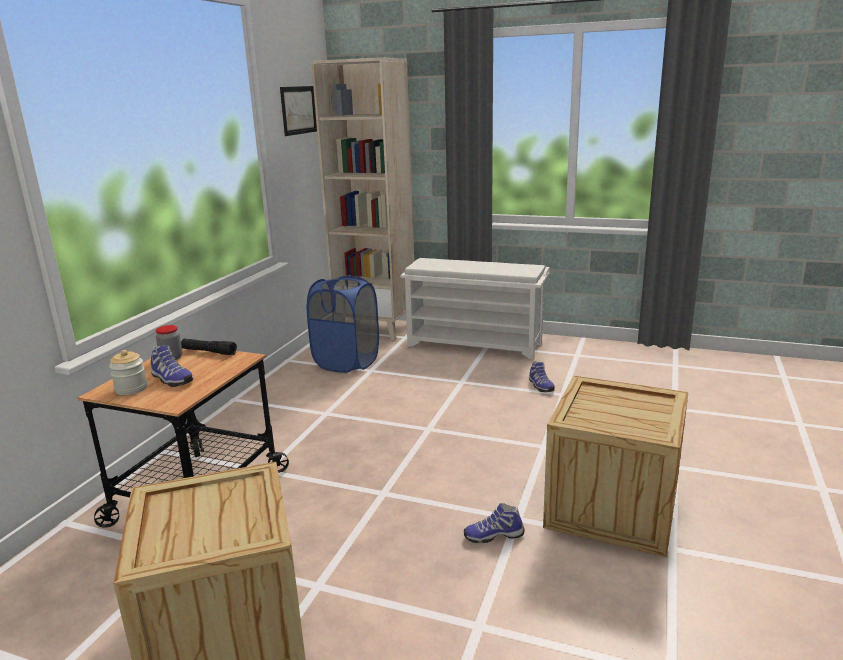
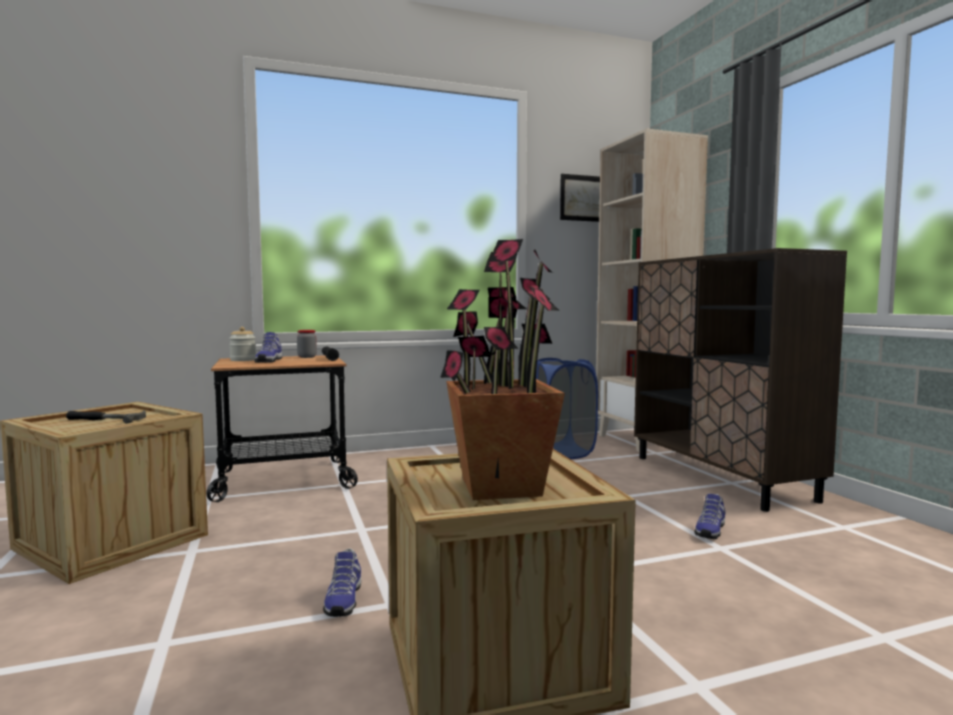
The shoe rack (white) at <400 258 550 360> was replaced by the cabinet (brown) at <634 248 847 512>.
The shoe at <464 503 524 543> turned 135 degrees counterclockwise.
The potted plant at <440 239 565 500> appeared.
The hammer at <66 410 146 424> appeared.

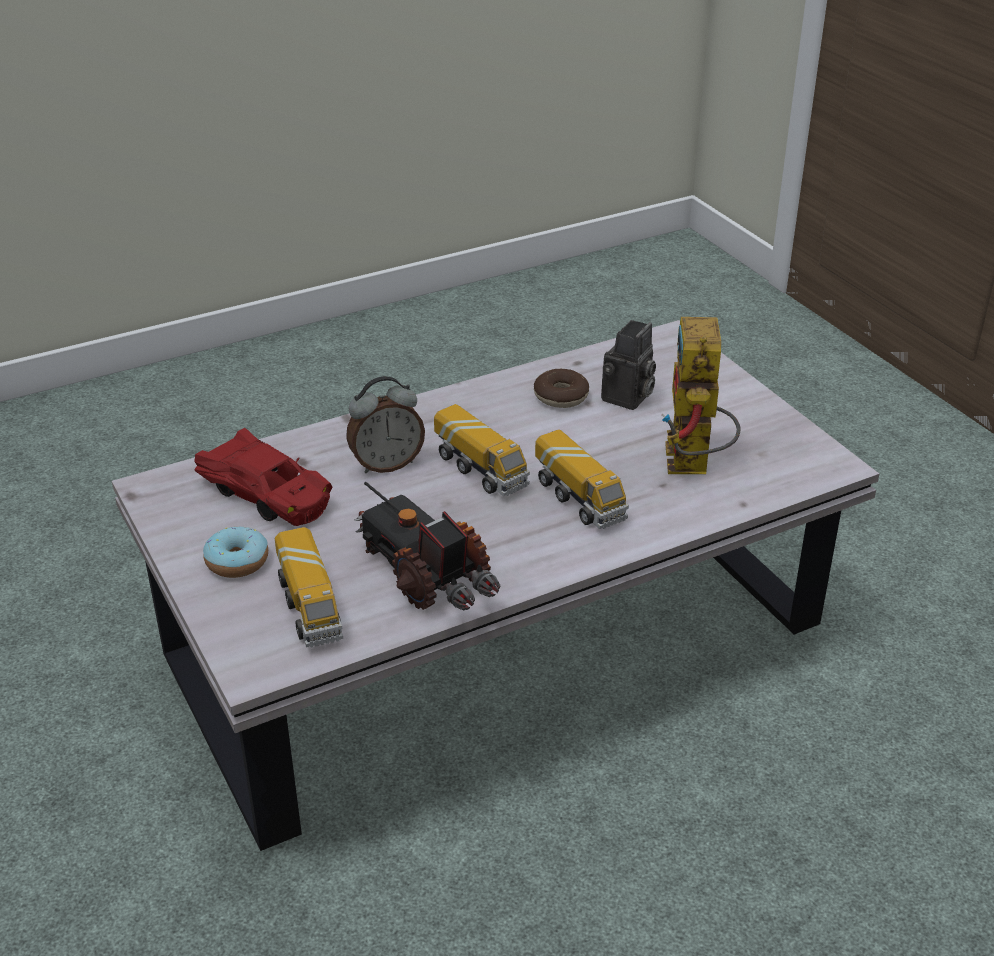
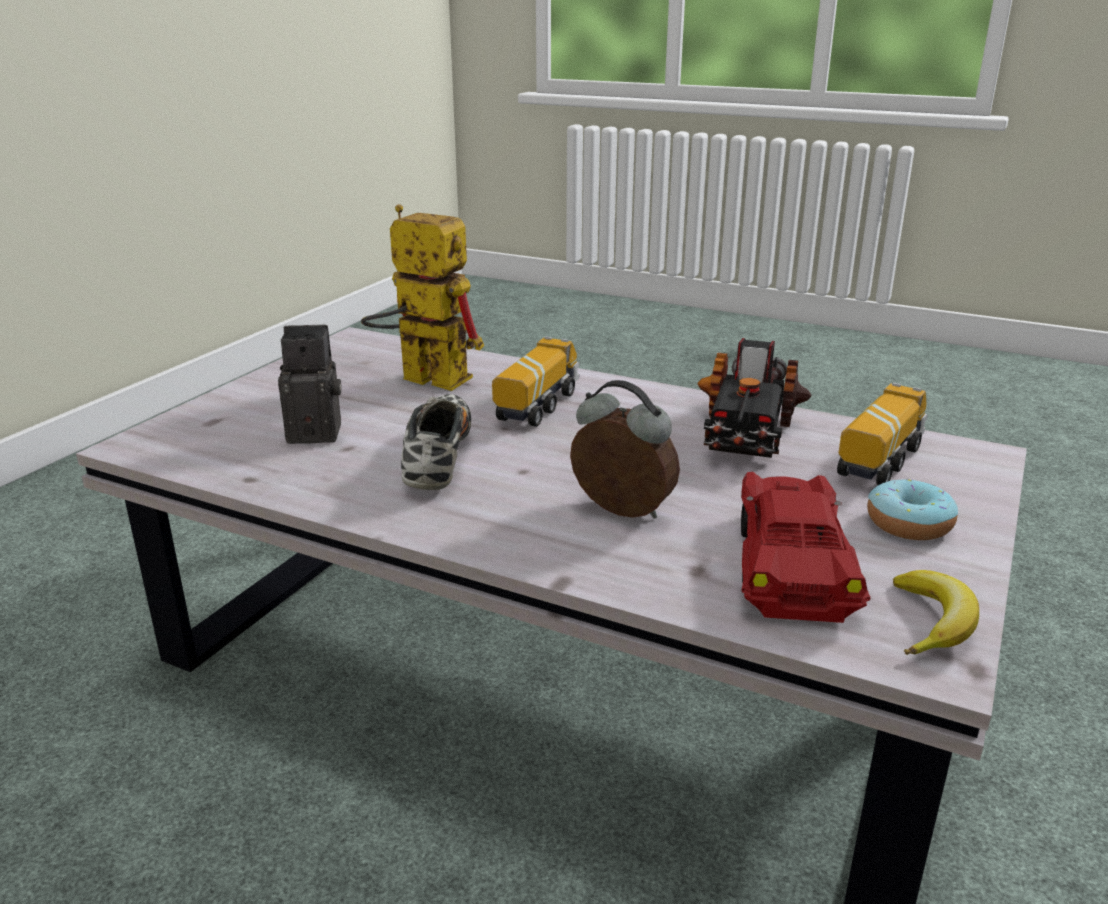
The toy robot at <662 317 741 474> turned 120 degrees counterclockwise.
The donut at <534 369 589 408> disappeared.
The toy truck at <434 404 530 496> disappeared.
The shoe at <401 394 471 490> appeared.
The banana at <893 570 979 655> appeared.

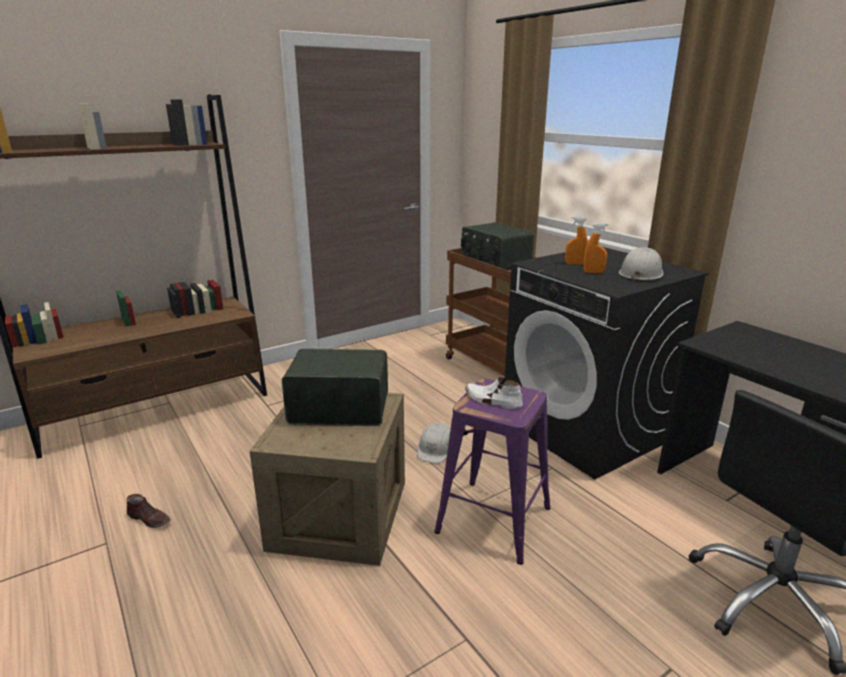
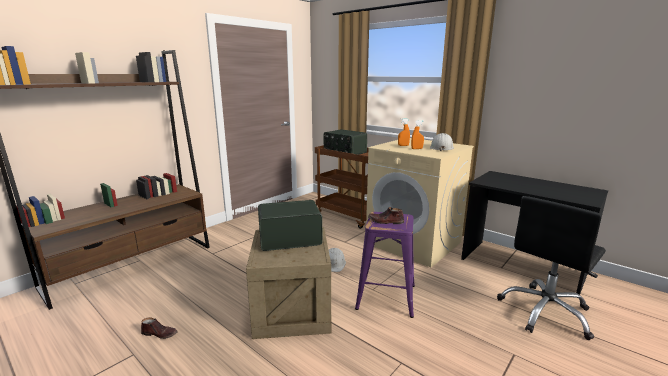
The washing machine (black) at <505 247 708 480> became the washing machine (beige) at <366 138 474 267>.
The shoe (white) at <465 377 523 409> became the shoe (brown) at <368 207 404 224>.

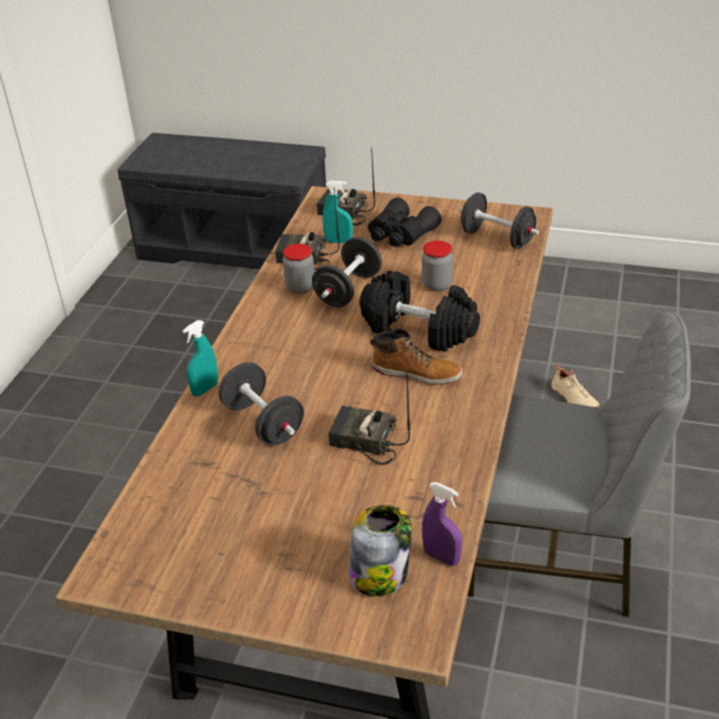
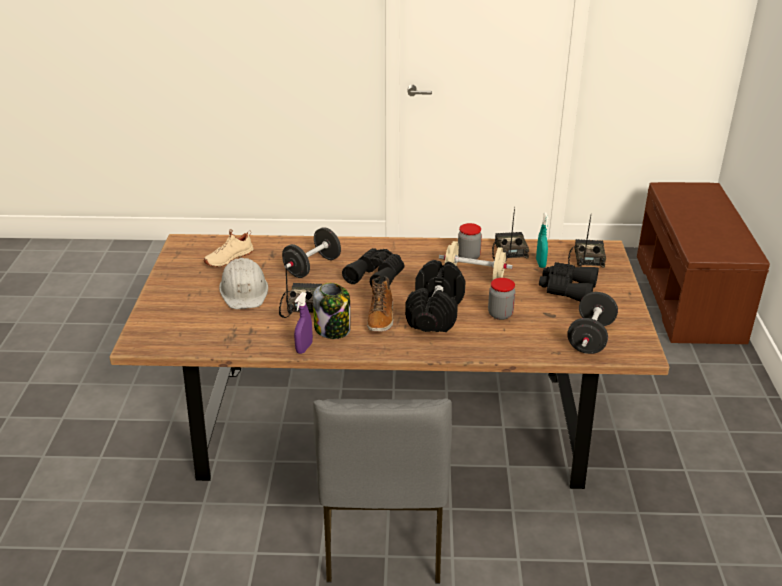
The bench (grey) at <118 133 326 270> became the bench (brown) at <637 182 770 344>.
The dumbbell (black) at <312 237 382 307> became the dumbbell (beige) at <439 241 513 280>.
The spray bottle (turquoise) at <182 320 218 397> disappeared.
The shoe (beige) moved from <551 364 599 407> to <204 229 253 267>.
The spray bottle (purple) moved from <422 482 462 566> to <294 292 313 354>.
The jar moved from <349 505 412 596> to <313 283 351 339>.
The binoculars (black) at <342 248 404 287> appeared.
The hard hat (white) at <219 258 268 309> appeared.

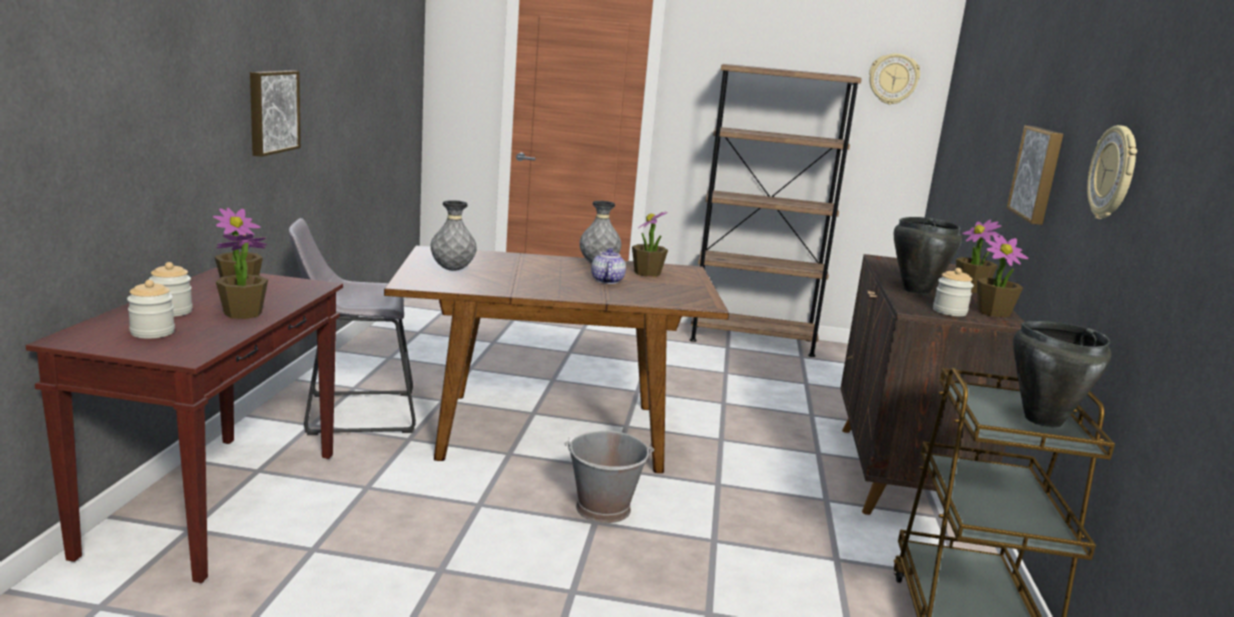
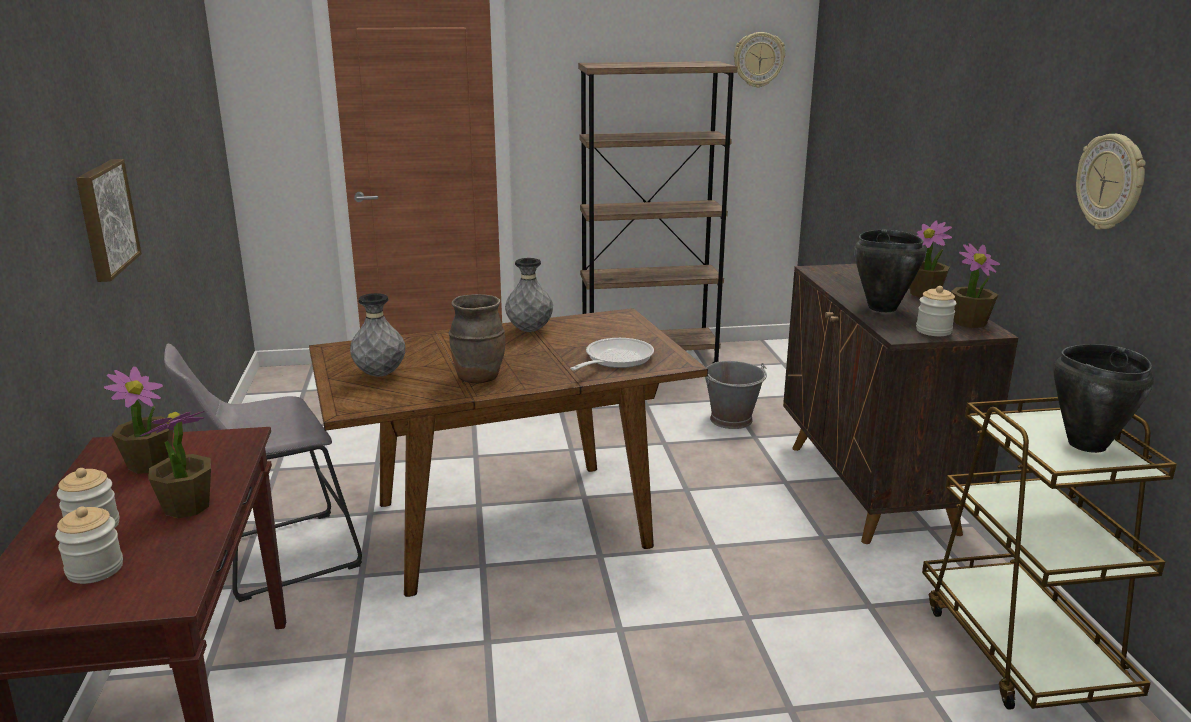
The picture at <1006 125 1064 225> disappeared.
The potted plant at <632 210 668 277> disappeared.
The teapot at <591 248 626 284> disappeared.
The bucket (grey) moved from <565 431 654 523> to <705 361 767 429>.
The vase (brown) at <448 294 505 383> appeared.
The frying pan at <570 338 654 370> appeared.

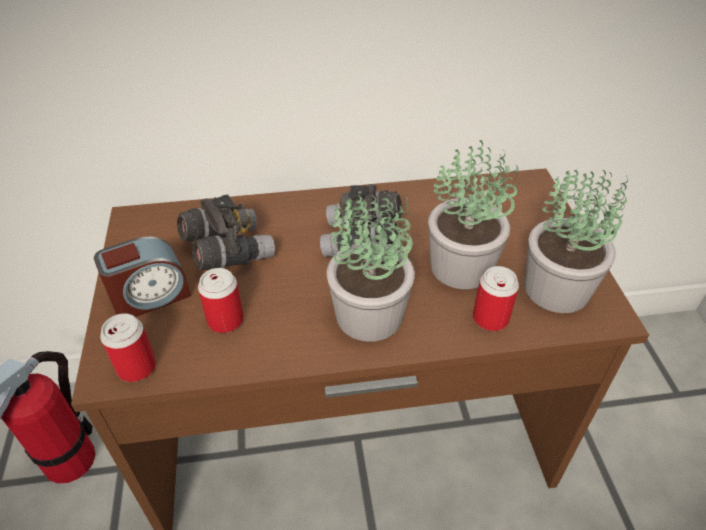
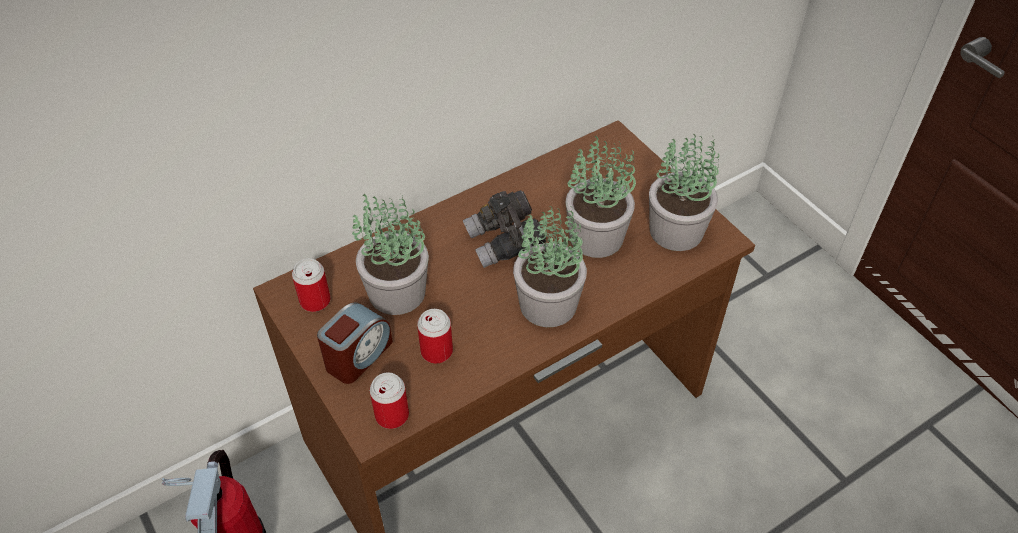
The binoculars (grey) at <177 194 275 270> was replaced by the potted plant at <352 194 429 315>.
The can moved from <473 266 519 331> to <292 258 331 312>.

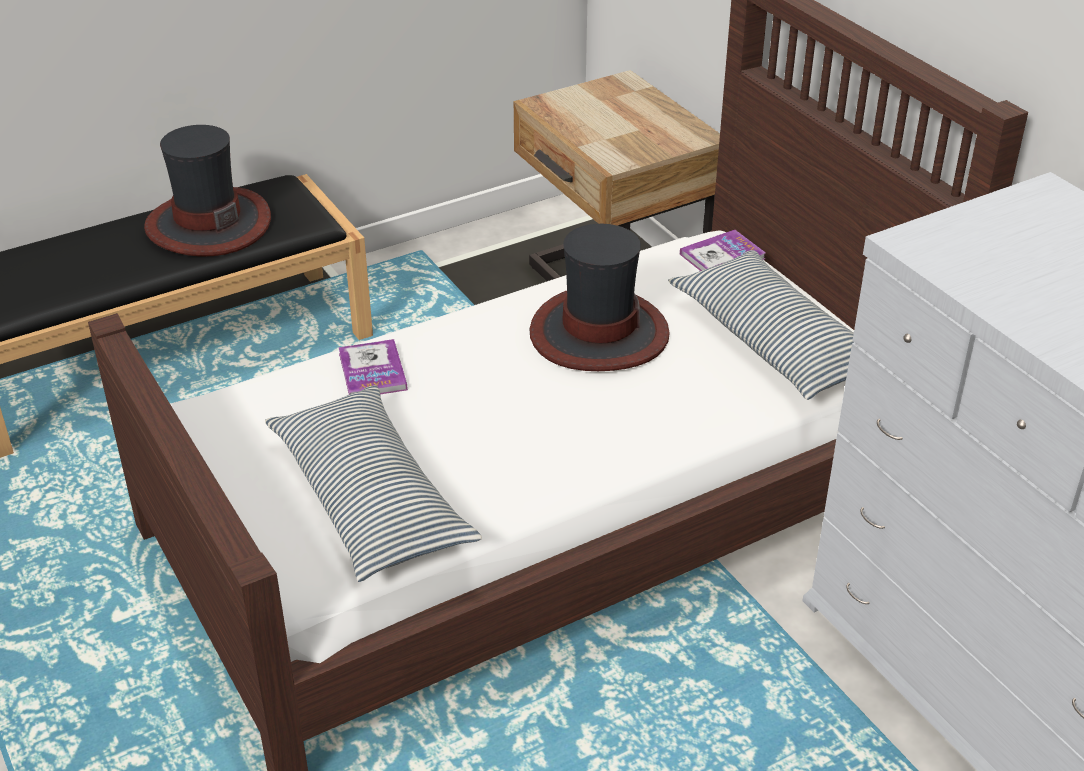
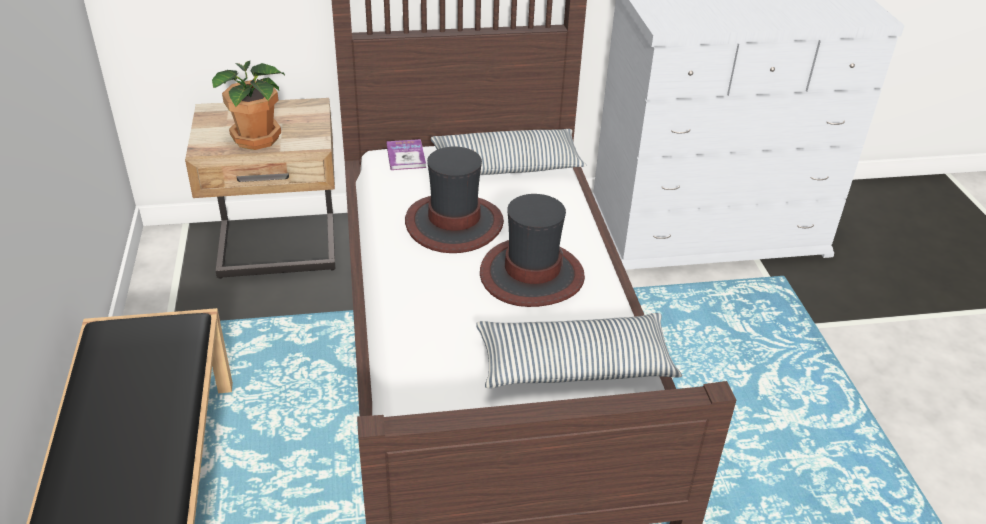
The hat moved from <144 125 271 257> to <480 194 585 307>.
The book at <338 339 408 395> disappeared.
The potted plant at <212 61 285 150> appeared.

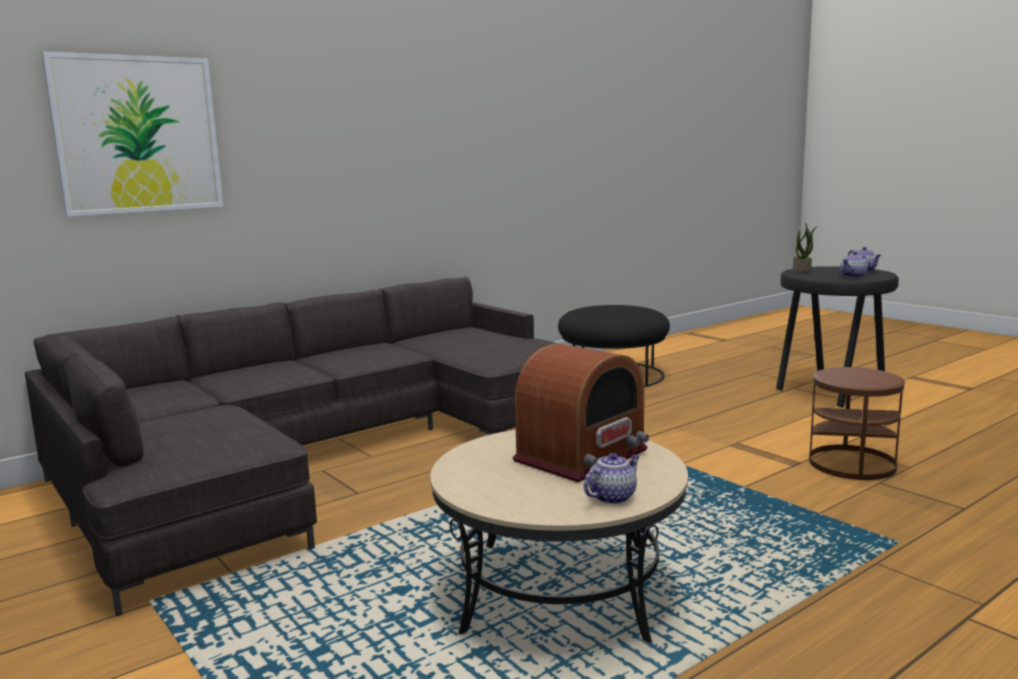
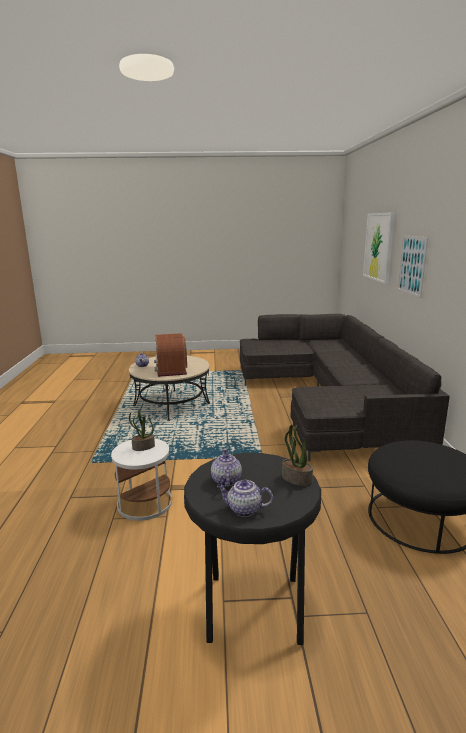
The side table (brown) at <809 367 905 480> became the side table (white) at <111 438 172 521>.
The picture at <397 235 428 298> appeared.
The potted plant at <129 410 155 451> appeared.

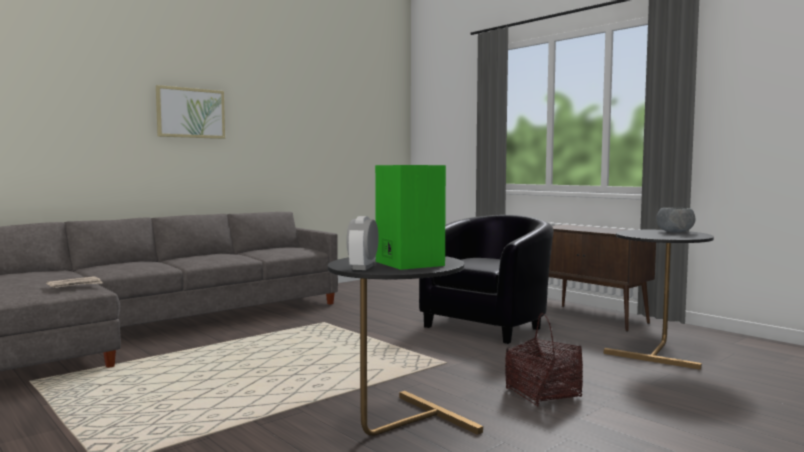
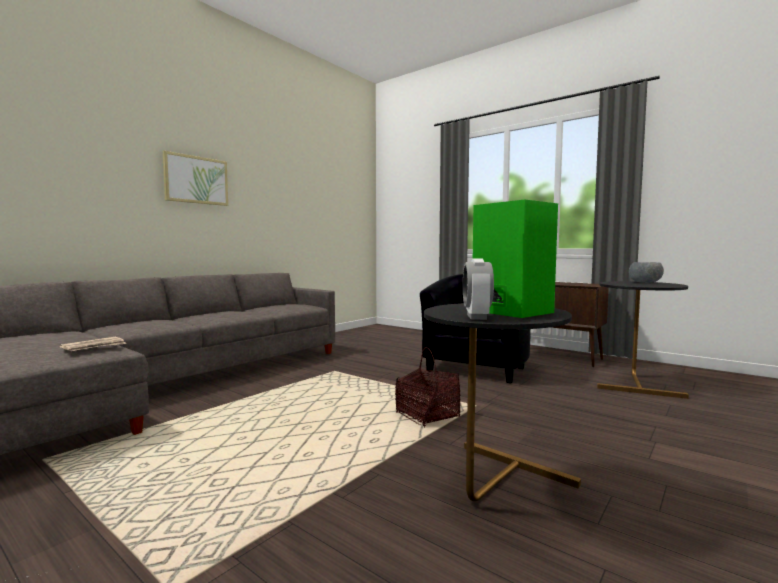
The basket moved from <505 313 583 407> to <395 347 460 427>.

